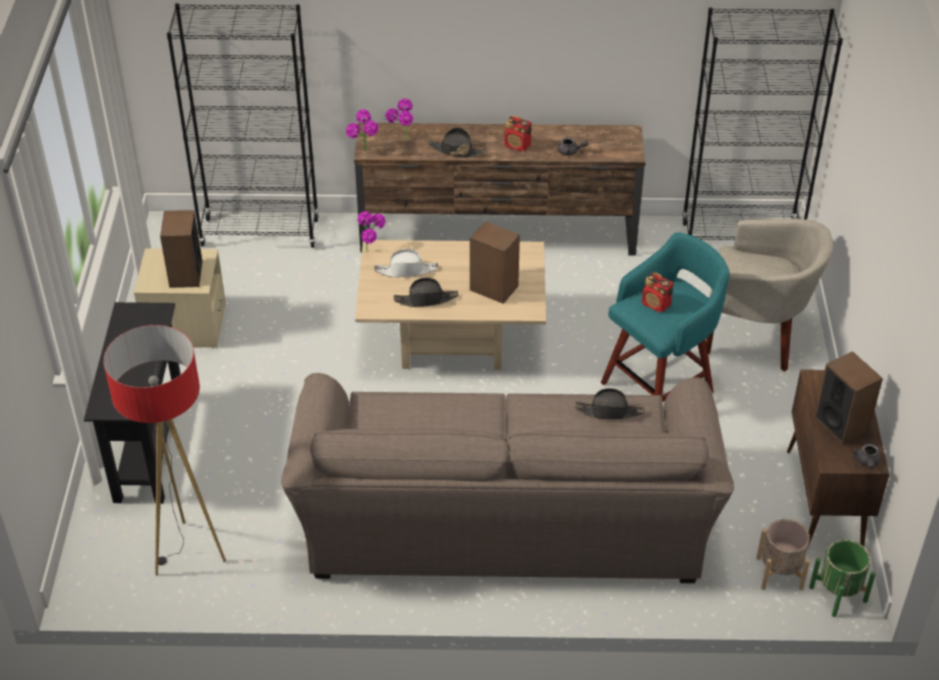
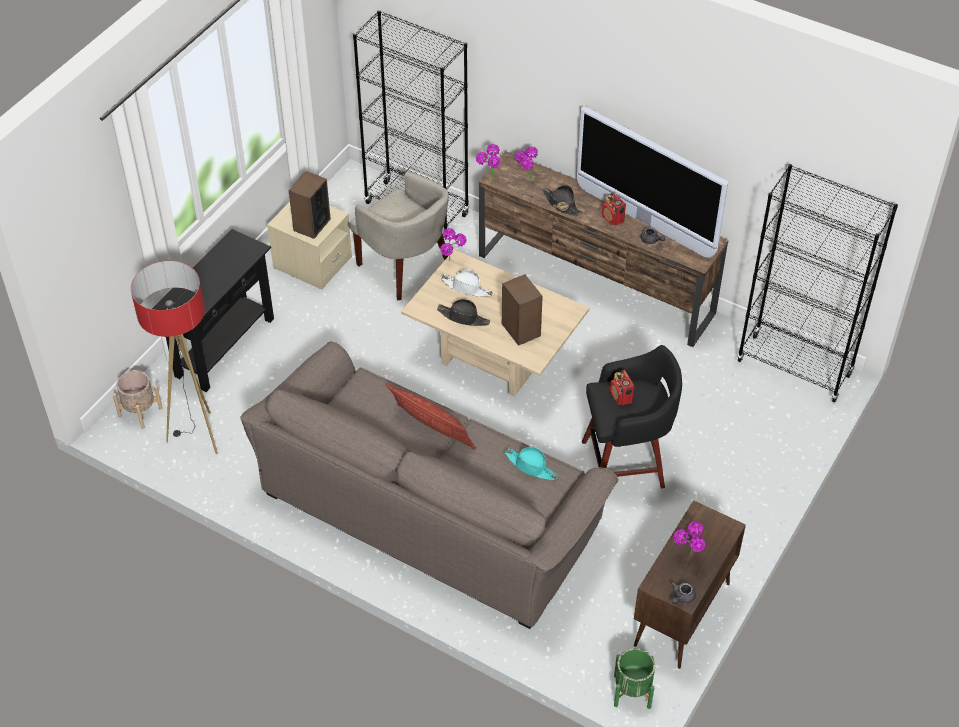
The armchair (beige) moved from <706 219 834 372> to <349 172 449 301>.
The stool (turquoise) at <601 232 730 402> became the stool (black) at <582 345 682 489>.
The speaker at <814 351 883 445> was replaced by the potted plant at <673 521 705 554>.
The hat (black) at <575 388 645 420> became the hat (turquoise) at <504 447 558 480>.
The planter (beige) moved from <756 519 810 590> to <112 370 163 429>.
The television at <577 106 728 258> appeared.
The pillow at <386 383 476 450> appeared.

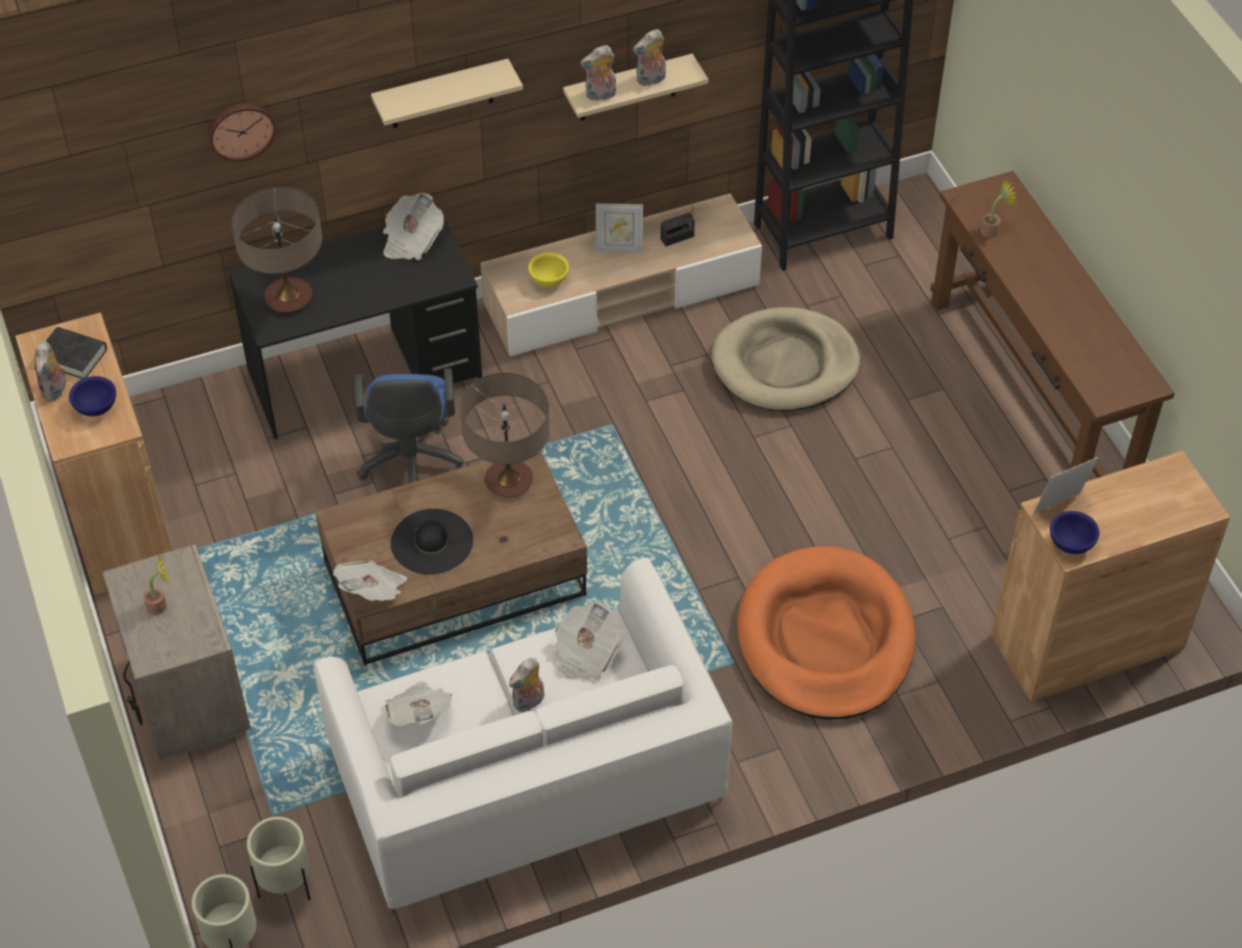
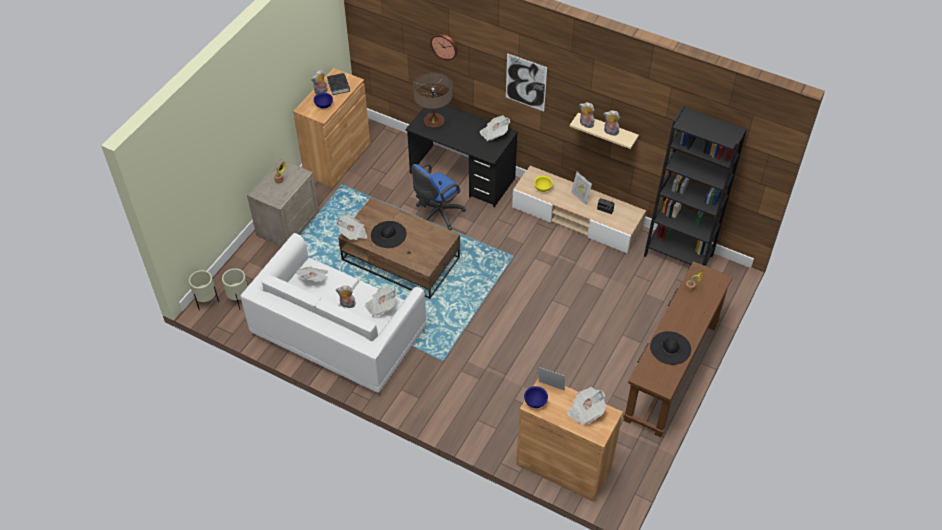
The shelf (beige) at <371 59 523 128> was replaced by the picture at <506 53 547 111>.
The dog bed (beige) at <712 307 860 411> disappeared.
The table lamp at <460 372 550 498> disappeared.
The dog bed (orange) at <737 546 916 720> disappeared.
The hat (black) at <650 331 691 365> appeared.
The newspaper at <567 387 606 426> appeared.

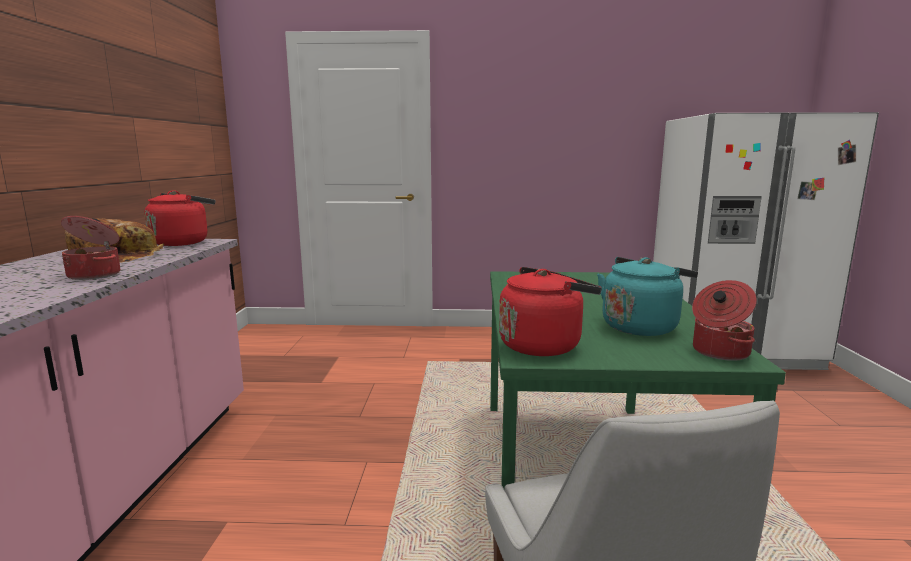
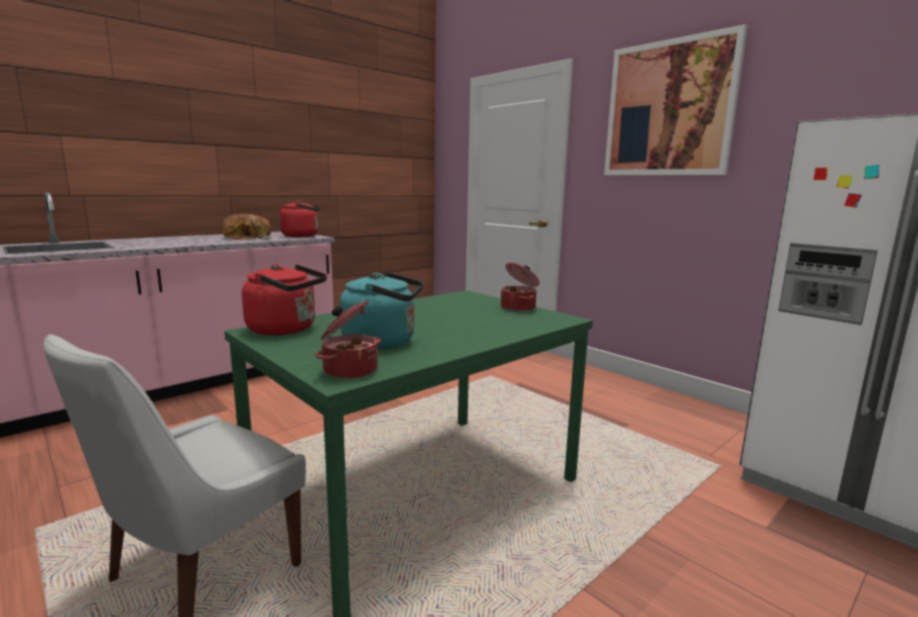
The cooking pot moved from <61 216 120 280> to <500 263 540 312>.
The picture at <604 24 747 175> appeared.

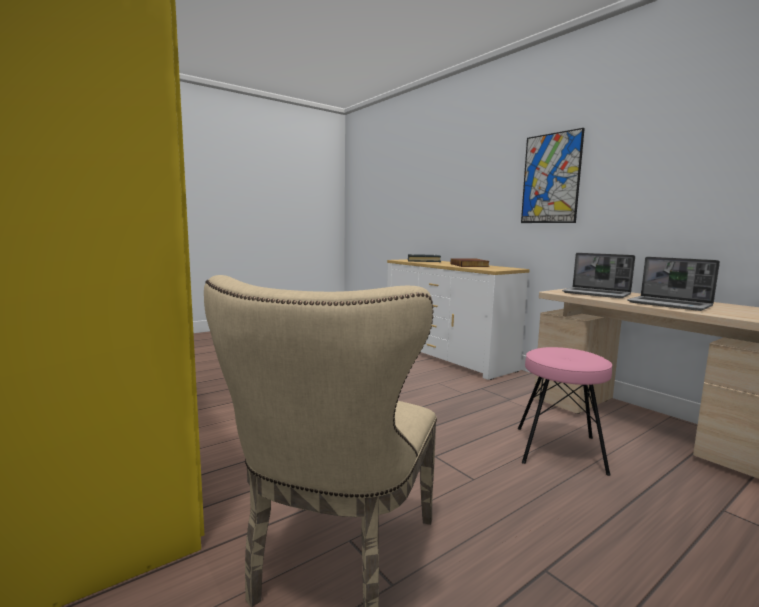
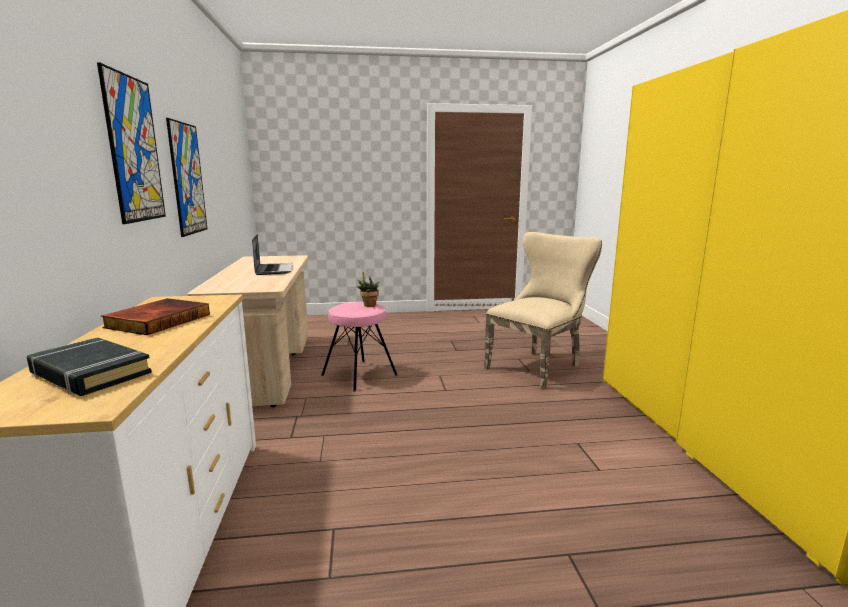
The laptop at <562 253 635 298> disappeared.
The picture at <166 118 207 237> appeared.
The potted plant at <356 269 379 307> appeared.

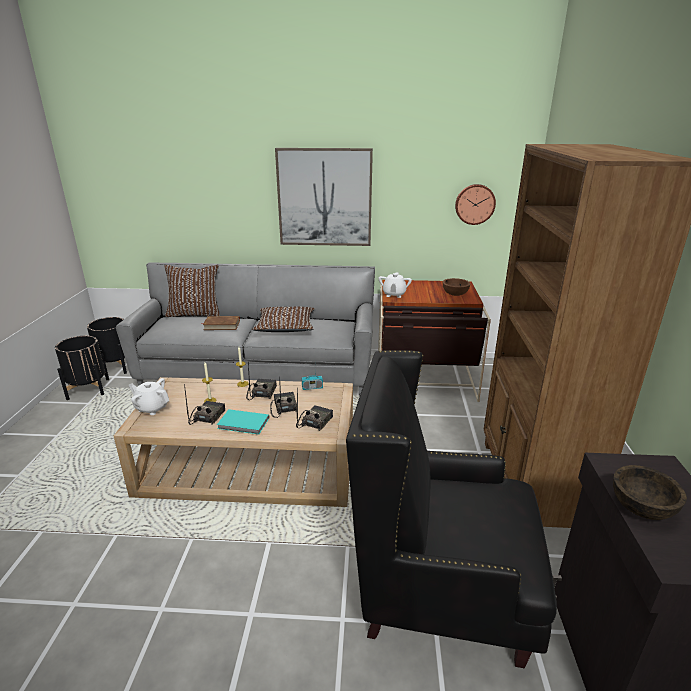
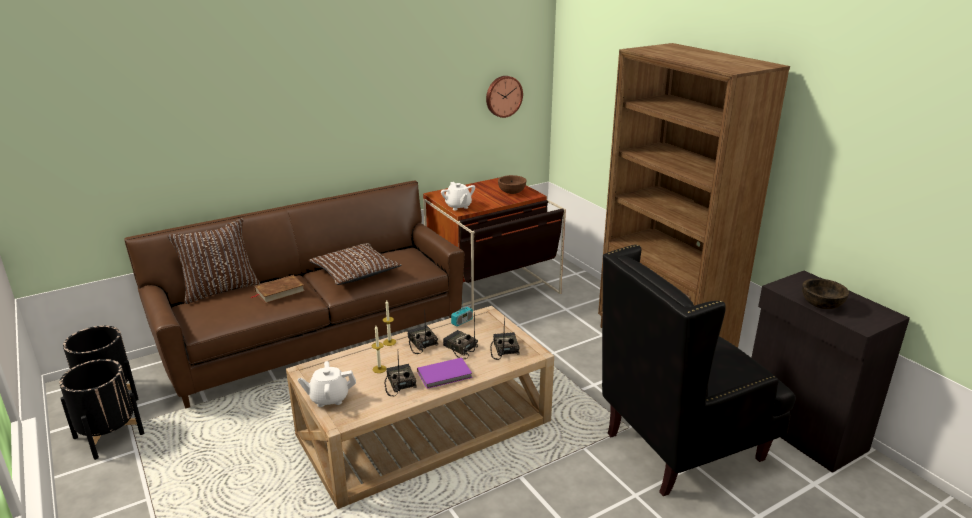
The picture at <275 148 373 246> disappeared.
The sofa (grey) at <116 262 375 396> became the sofa (brown) at <124 180 465 408>.
The book (turquoise) at <217 409 269 435> became the book (purple) at <417 358 472 389>.

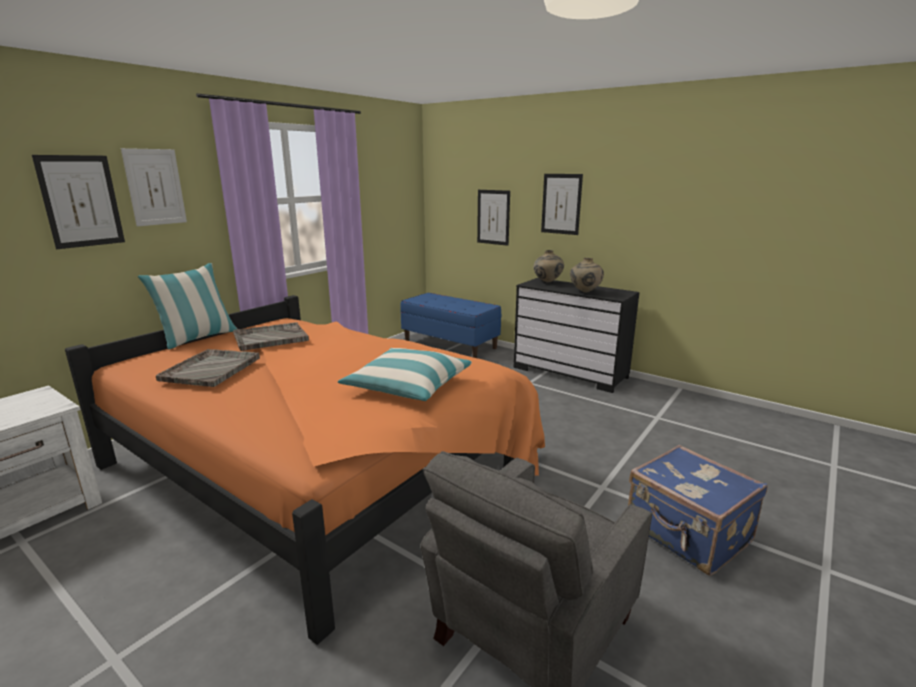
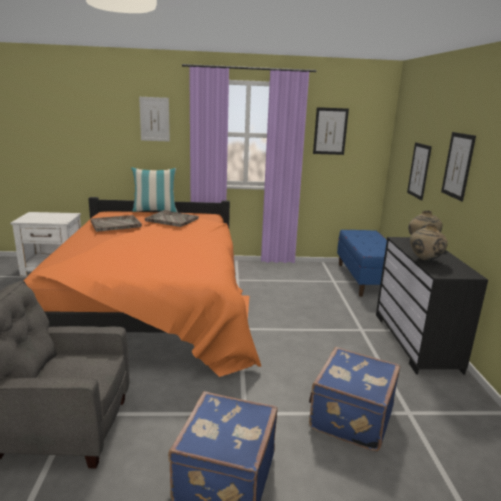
The picture moved from <32 155 125 249> to <313 107 349 155>.
The pillow at <338 348 472 401> disappeared.
The suitcase (blue) at <309 347 400 452> appeared.

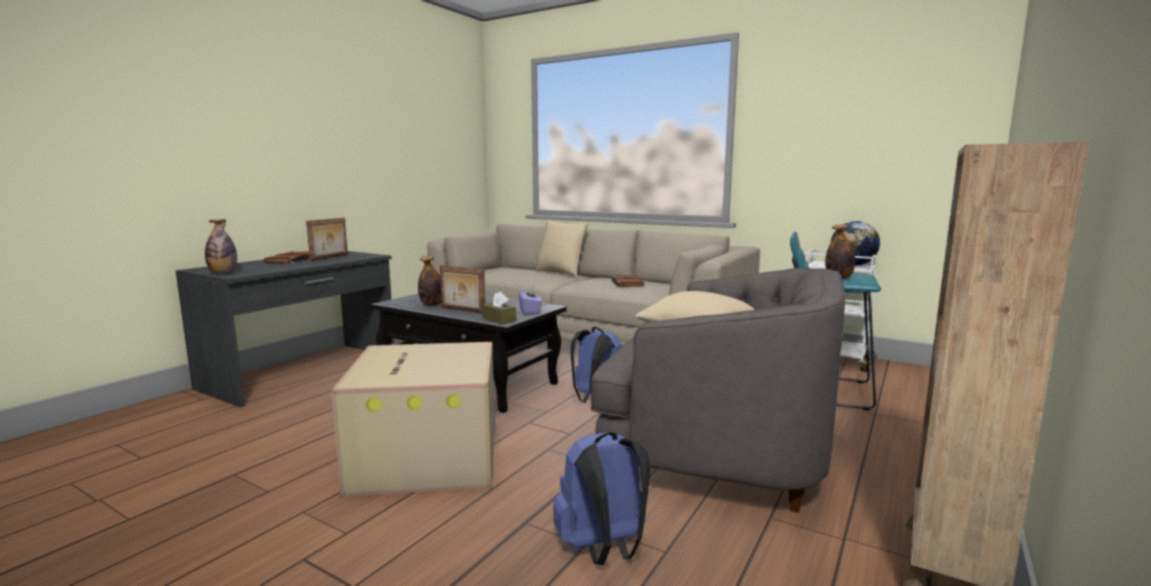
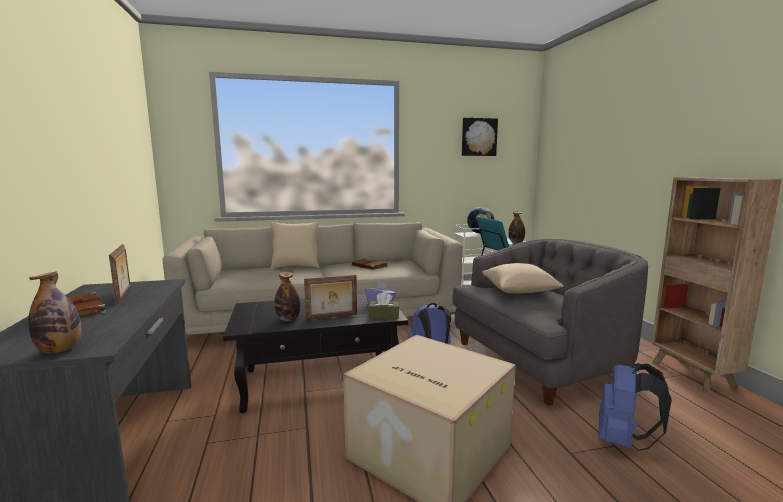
The picture at <462 118 498 156> appeared.

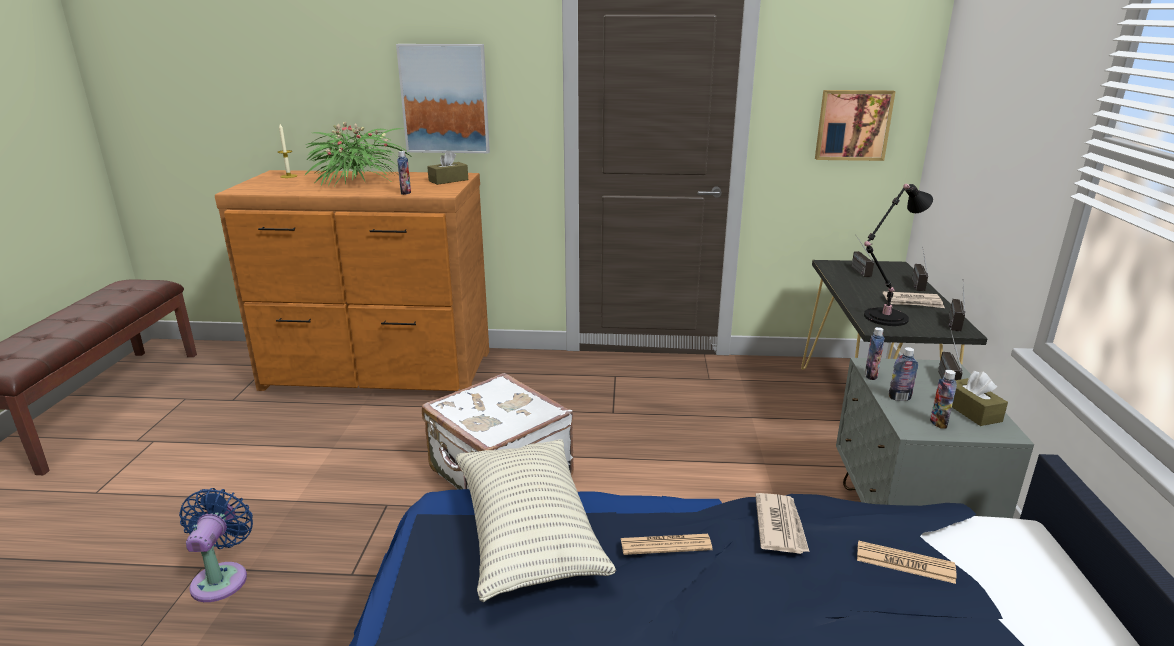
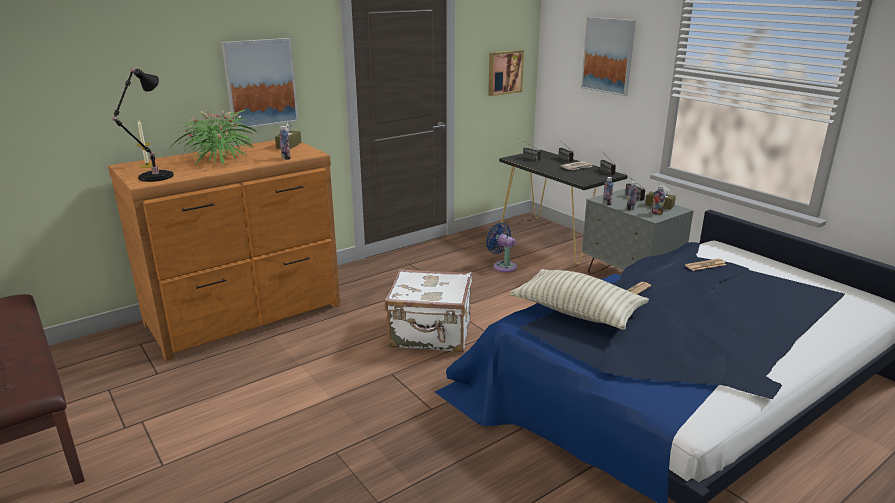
The table lamp (black) moved from <864 184 933 326> to <112 69 174 182>.
The fan (blue) moved from <179 488 253 602> to <486 223 517 272>.
The newspaper at <755 493 809 554> disappeared.
The picture at <581 17 636 96> appeared.

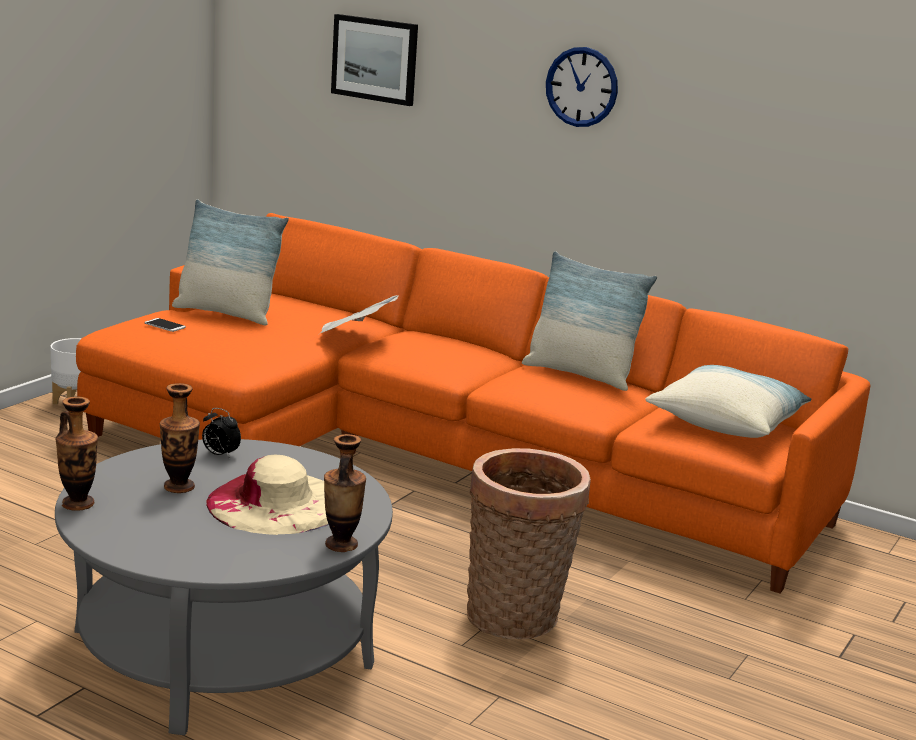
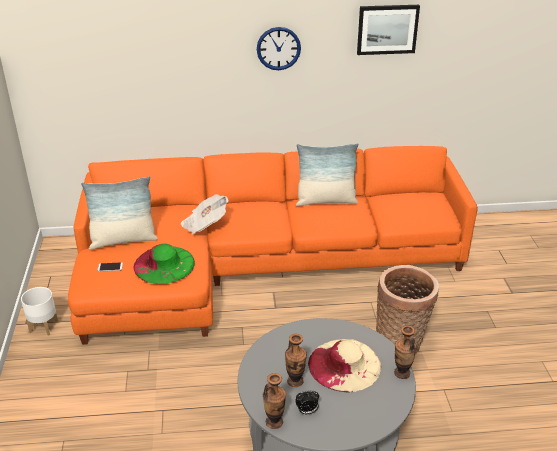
The picture moved from <331 14 418 106> to <357 5 420 55>.
The pillow at <645 365 811 438> disappeared.
The alarm clock moved from <202 408 241 458> to <296 390 319 414>.
The hat (green) at <133 244 195 284> appeared.

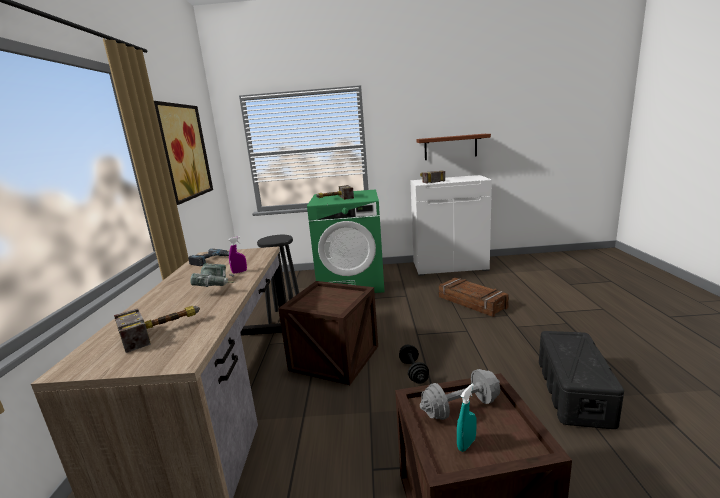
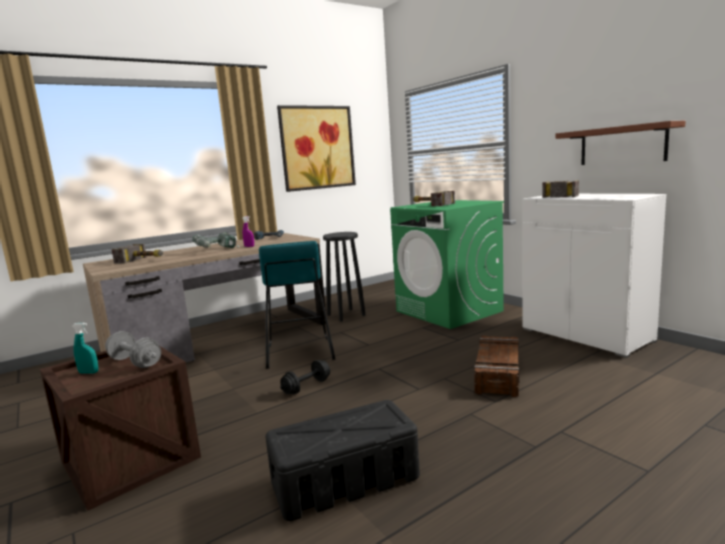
The crate at <278 281 378 385> was replaced by the stool (turquoise) at <259 241 335 369>.

